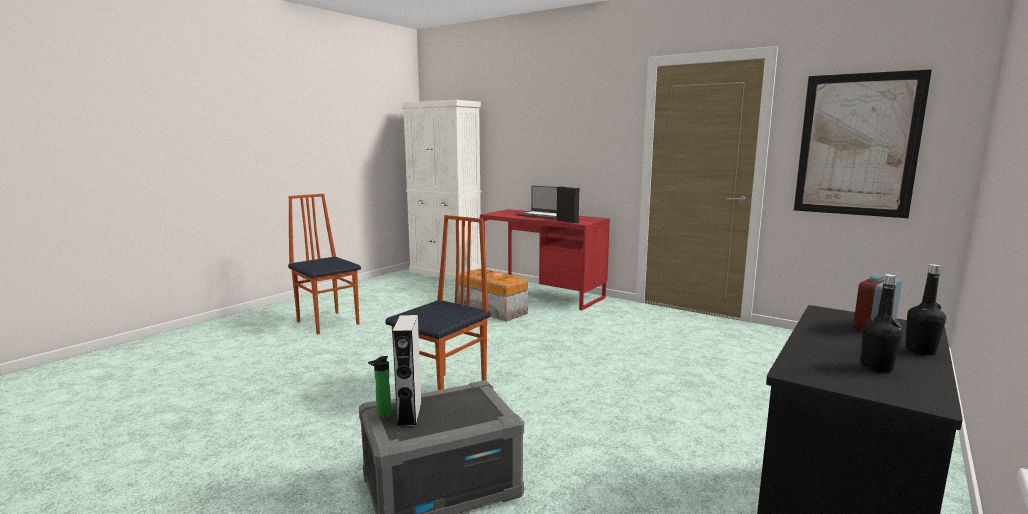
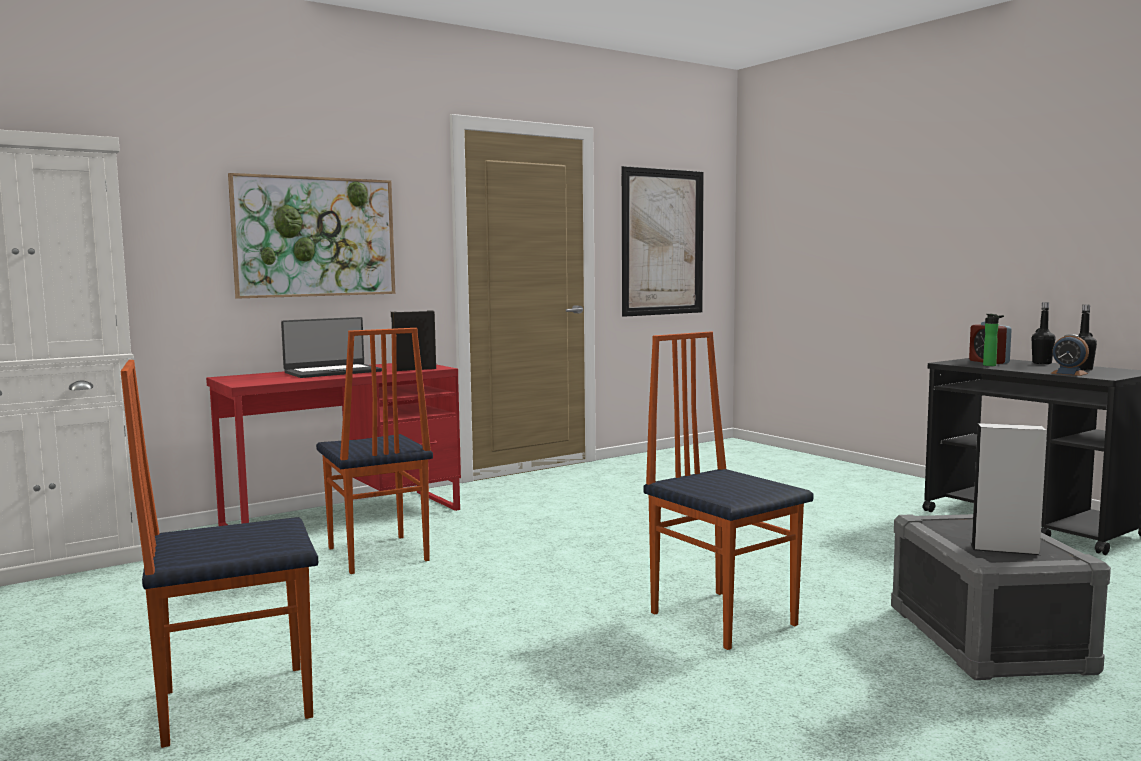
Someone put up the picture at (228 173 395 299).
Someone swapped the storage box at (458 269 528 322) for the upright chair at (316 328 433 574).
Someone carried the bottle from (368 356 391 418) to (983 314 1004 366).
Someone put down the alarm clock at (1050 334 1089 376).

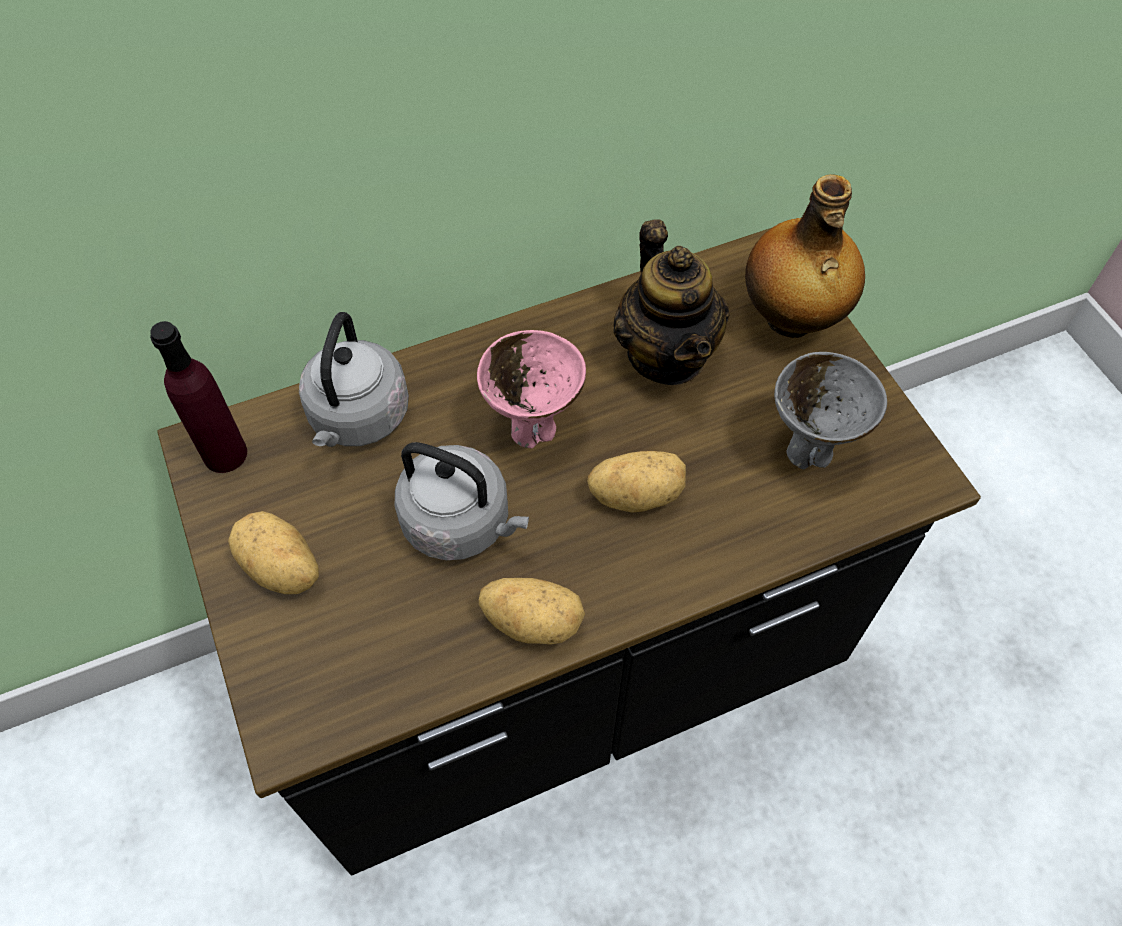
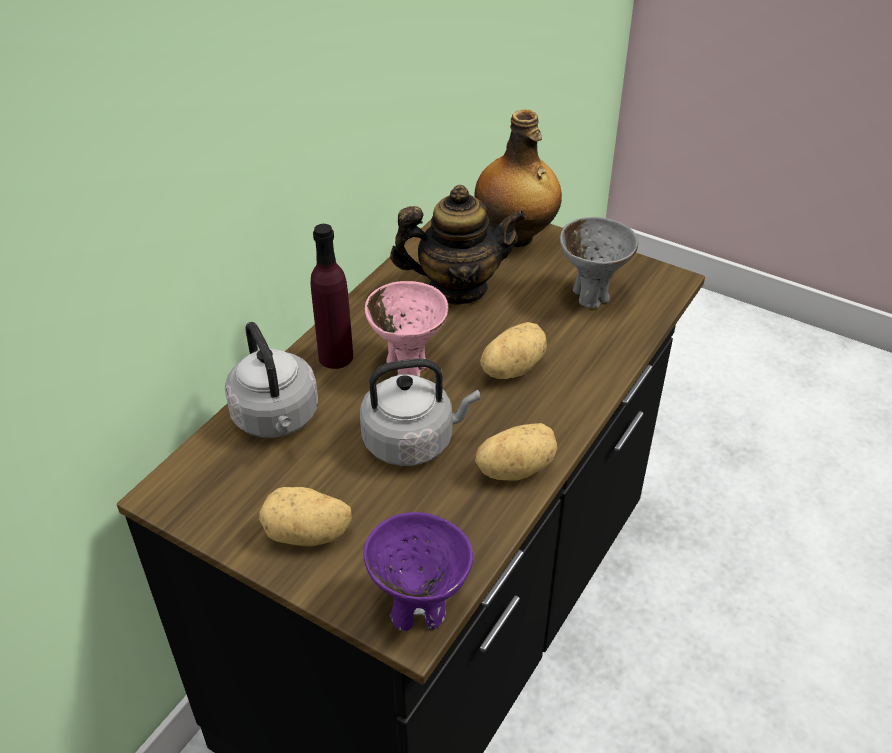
Someone carried the purplish bottle from (150 321 247 473) to (310 224 353 369).
Someone put down the purplish deep dish at (363 512 473 631).
Someone rotated the pot for tea at (613 219 730 385) by 45 degrees counterclockwise.

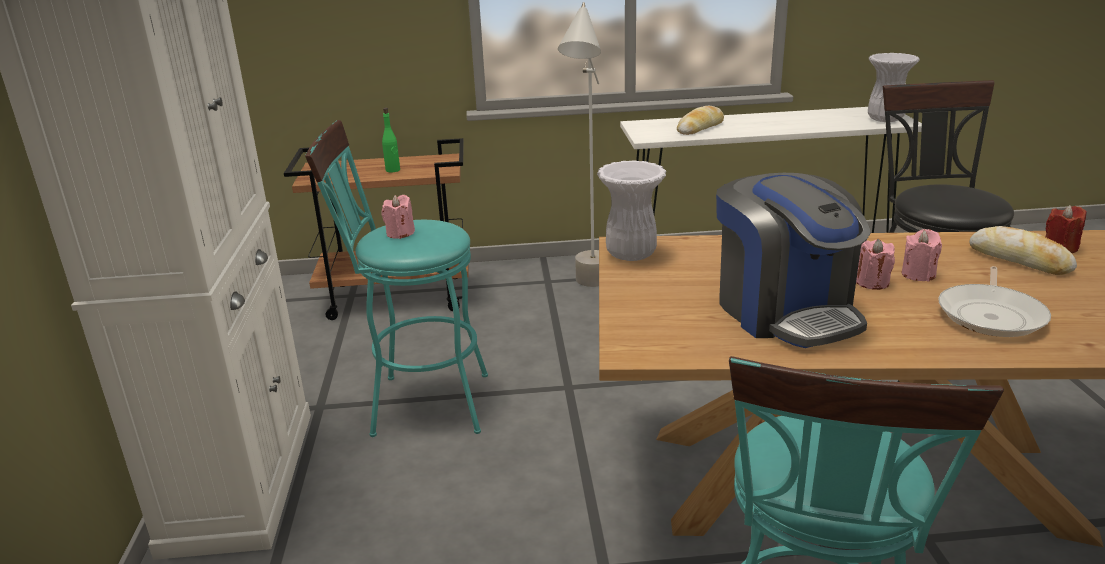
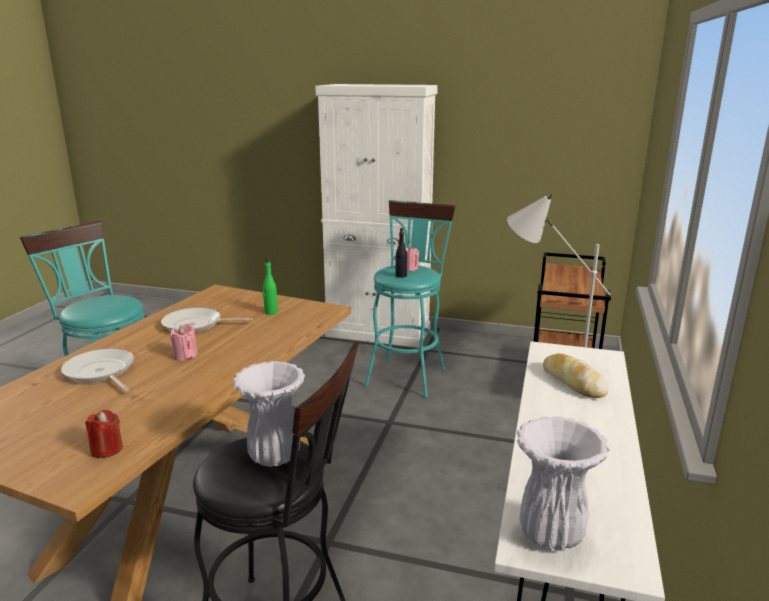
Someone swapped the coffee machine at (716 173 871 348) for the skillet at (161 307 253 333).
Someone carried the white vase from (597 160 666 261) to (232 361 305 467).
Someone carried the green bottle from (382 108 400 173) to (263 257 278 315).
Someone put down the black-coloured bottle at (396 228 407 278).
Someone took away the pink-coloured wax candle at (902 229 942 281).
Someone took away the baked bread at (969 226 1077 275).

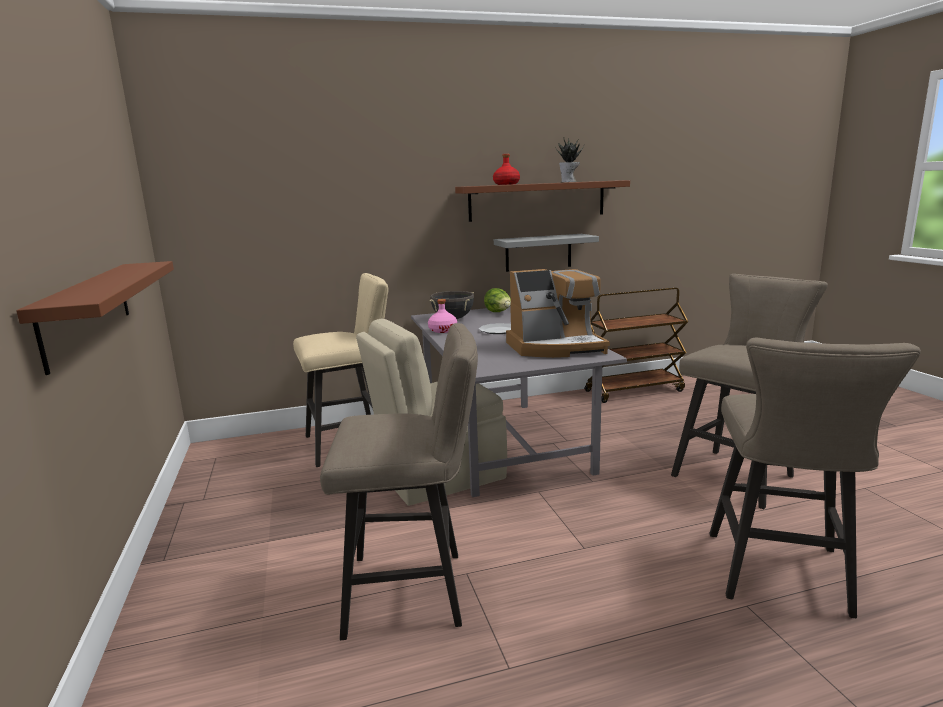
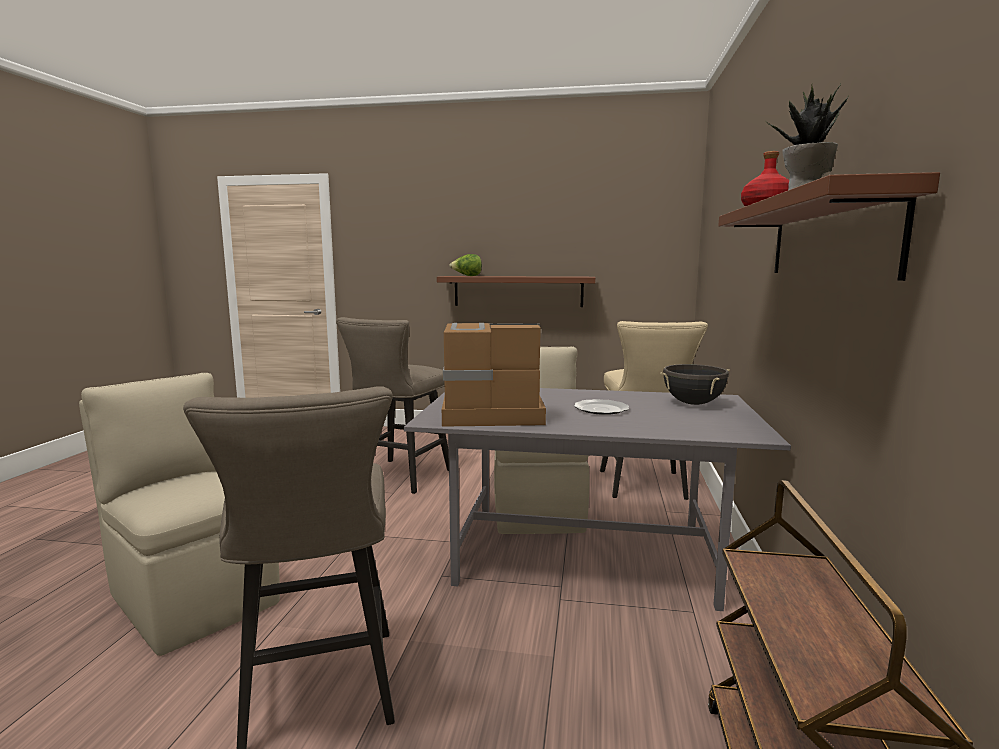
Someone swapped the sand-coloured sitting stool at (710 338 921 618) for the sand-coloured upright chair at (79 373 280 656).
Someone rotated the coffee machine at (506 269 610 358) by 75 degrees clockwise.
Someone carried the lettuce head from (484 288 511 312) to (449 254 482 276).
Someone took away the pink-coloured bottle at (428 299 457 333).
Someone took away the grey shelf at (494 234 599 272).

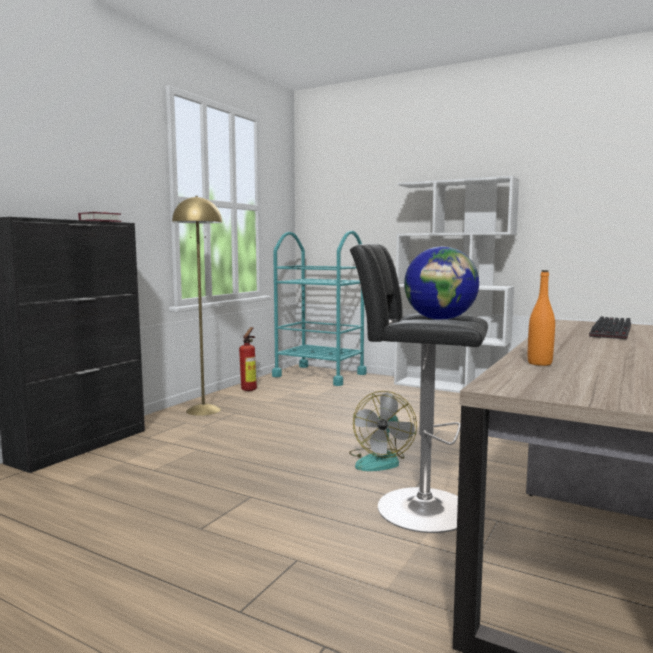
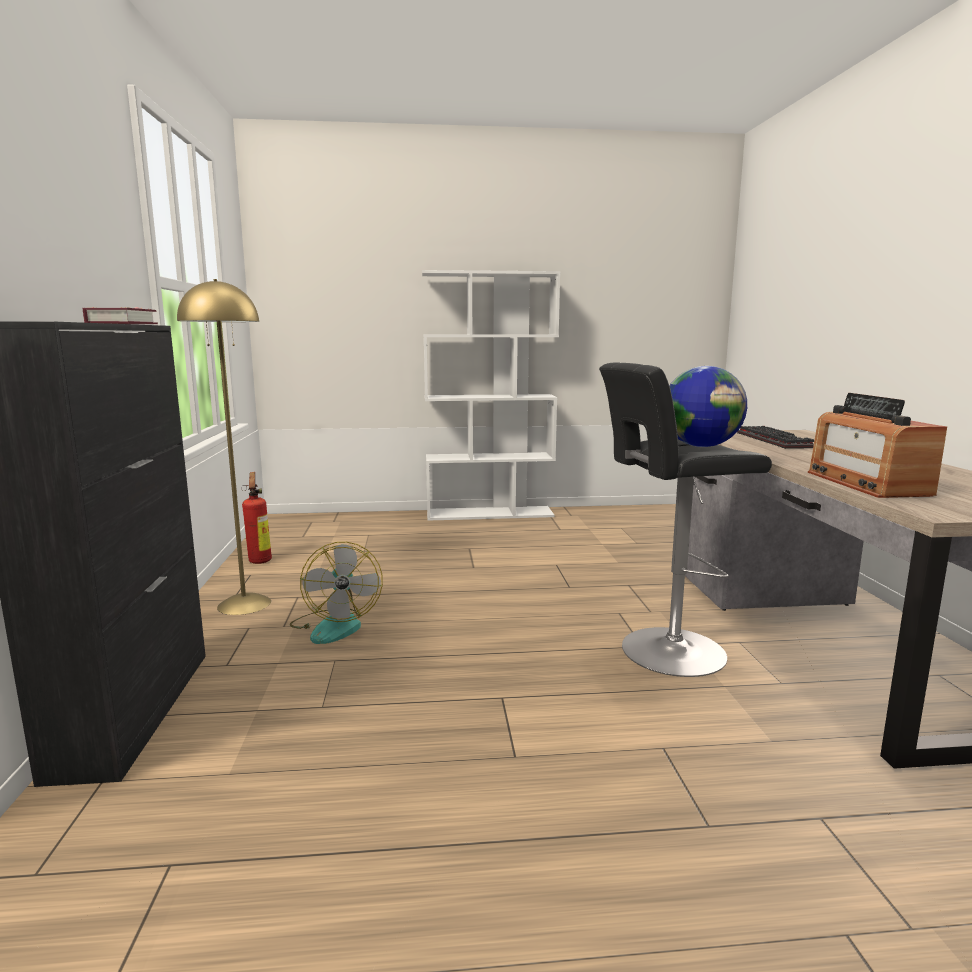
Someone carried the cooling fan from (349 391 417 471) to (290 542 383 644).
Someone swapped the orangey bottle at (528 270 555 366) for the radio set at (808 393 947 498).
Someone took away the blue-green cart at (272 230 367 386).

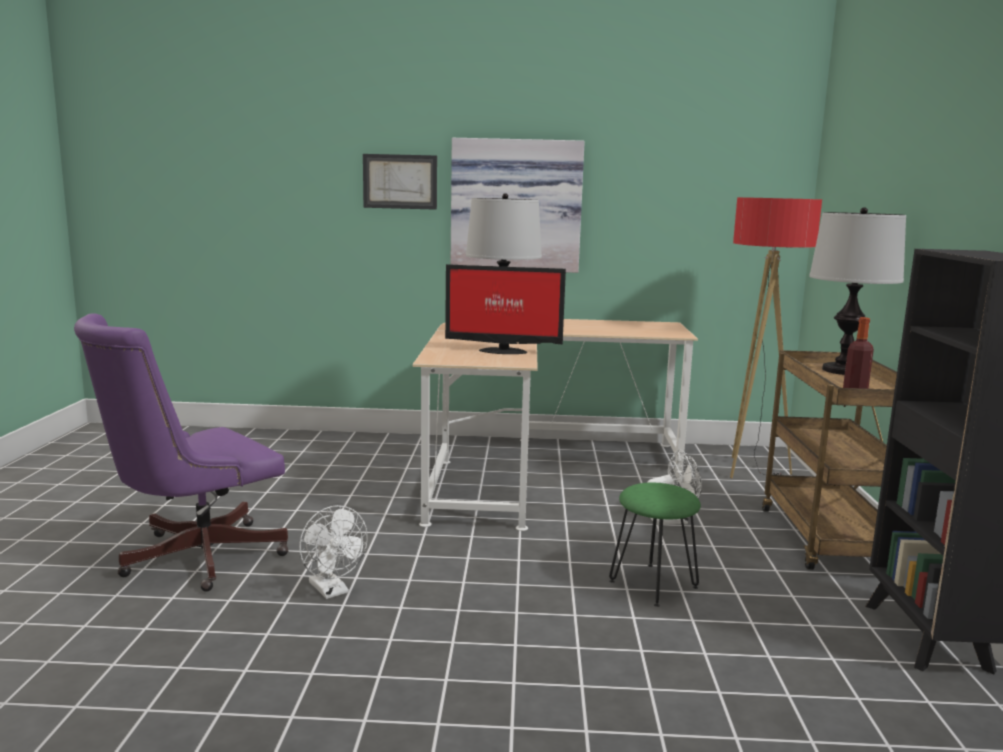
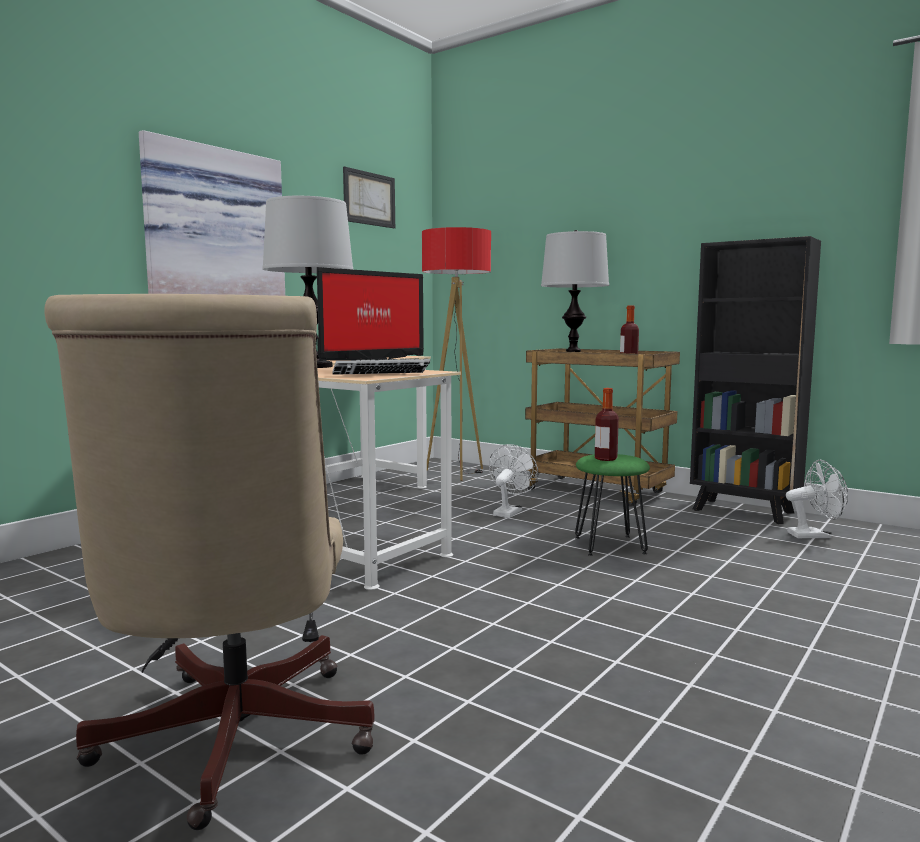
Someone repainted the purplish desk chair at (74 313 288 592), which became the sand-coloured desk chair at (44 294 375 830).
Someone put down the PC keyboard at (332 358 430 375).
Someone carried the picture from (363 154 437 210) to (343 167 395 228).
Someone put down the bottle at (595 388 619 461).
Someone carried the white cooling fan from (299 505 368 599) to (786 459 848 539).

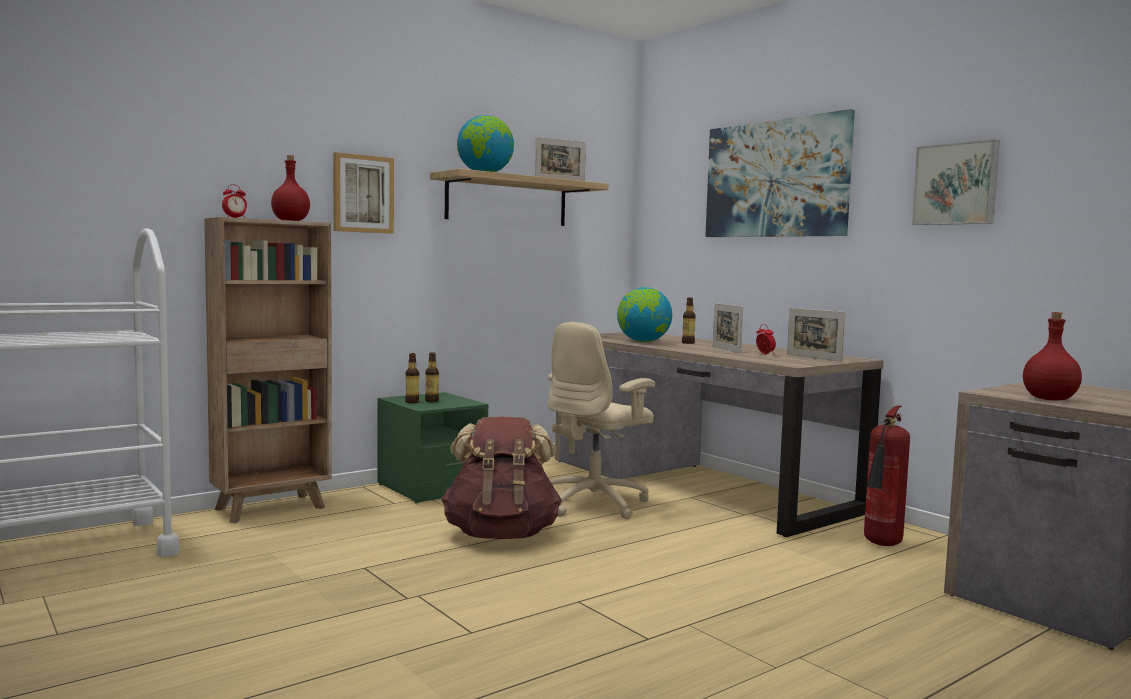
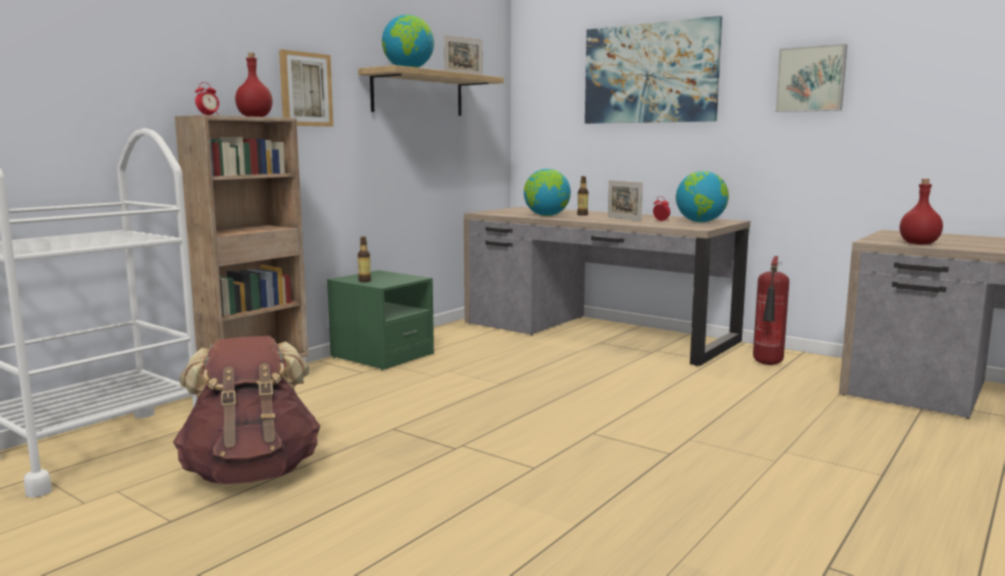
Someone carried the brown-coloured backpack from (441 417 562 539) to (173 336 320 484).
Someone swapped the picture frame at (787 308 846 362) for the world globe at (676 171 729 222).
Someone took away the bottle at (425 352 439 402).
Someone took away the sand-coloured desk chair at (547 322 655 519).

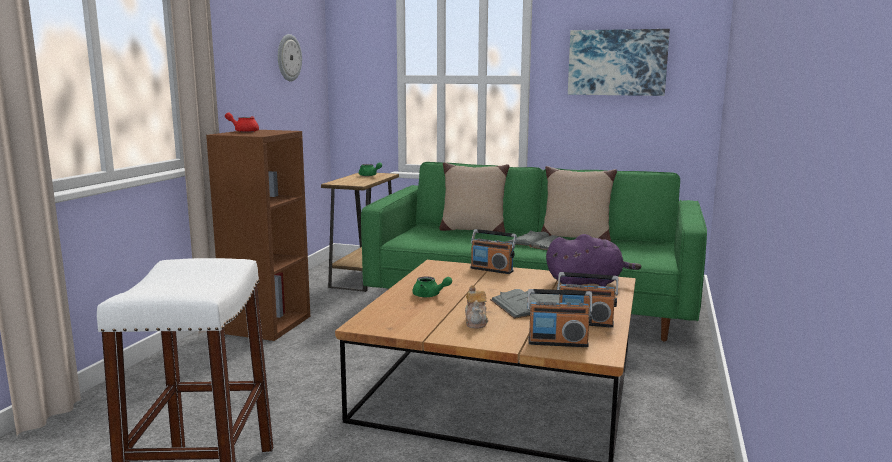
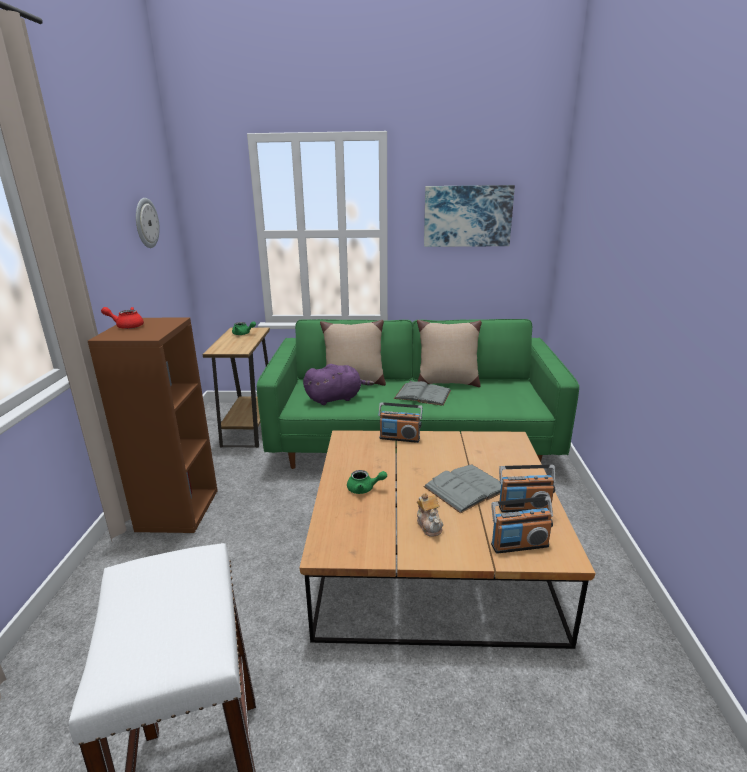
Someone carried the purplish plush toy from (546 234 641 287) to (303 364 374 405).

